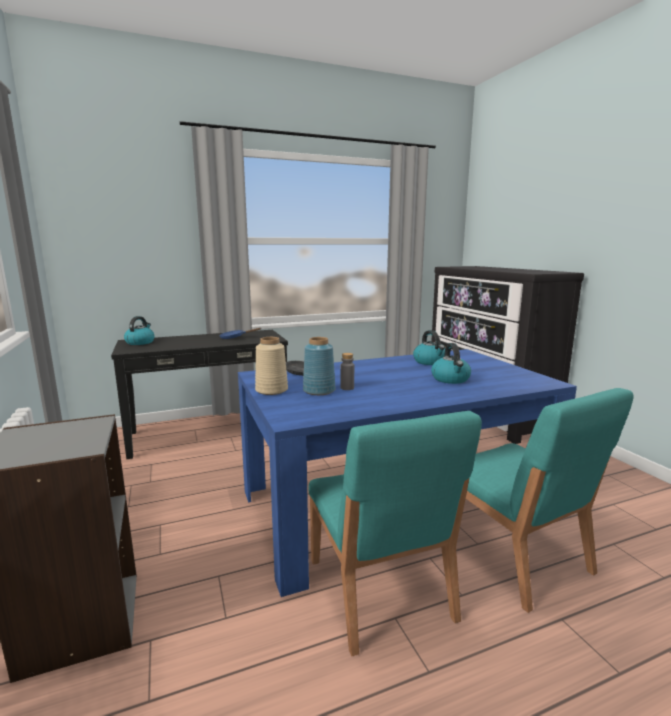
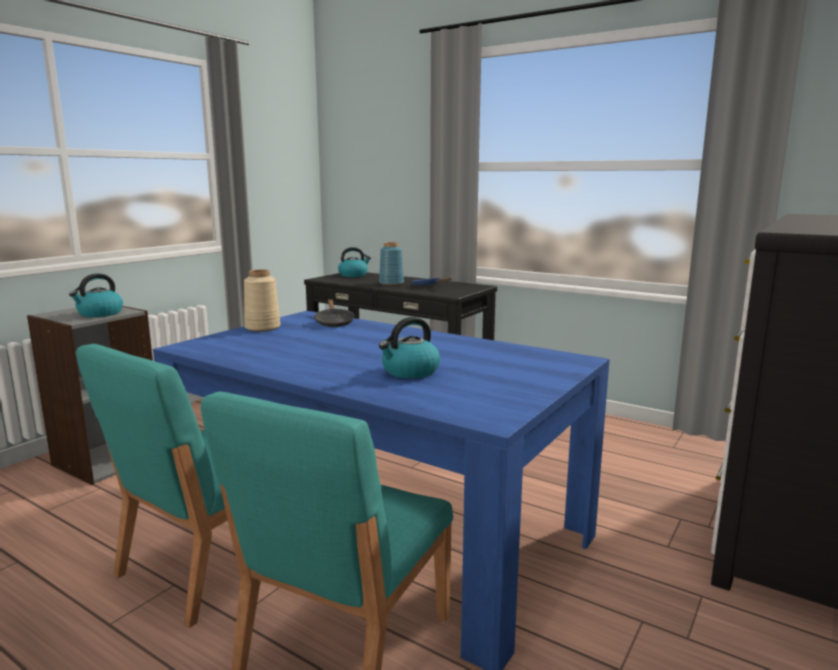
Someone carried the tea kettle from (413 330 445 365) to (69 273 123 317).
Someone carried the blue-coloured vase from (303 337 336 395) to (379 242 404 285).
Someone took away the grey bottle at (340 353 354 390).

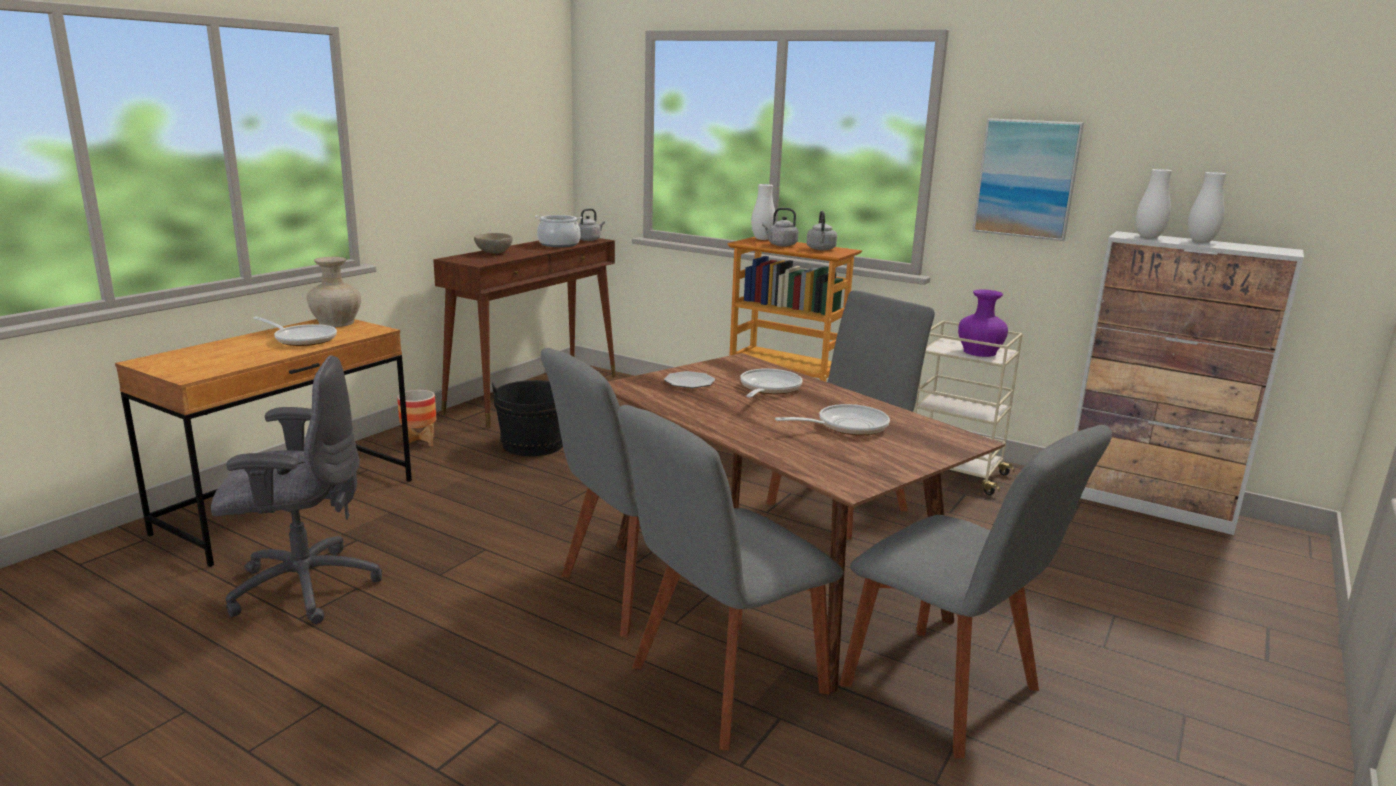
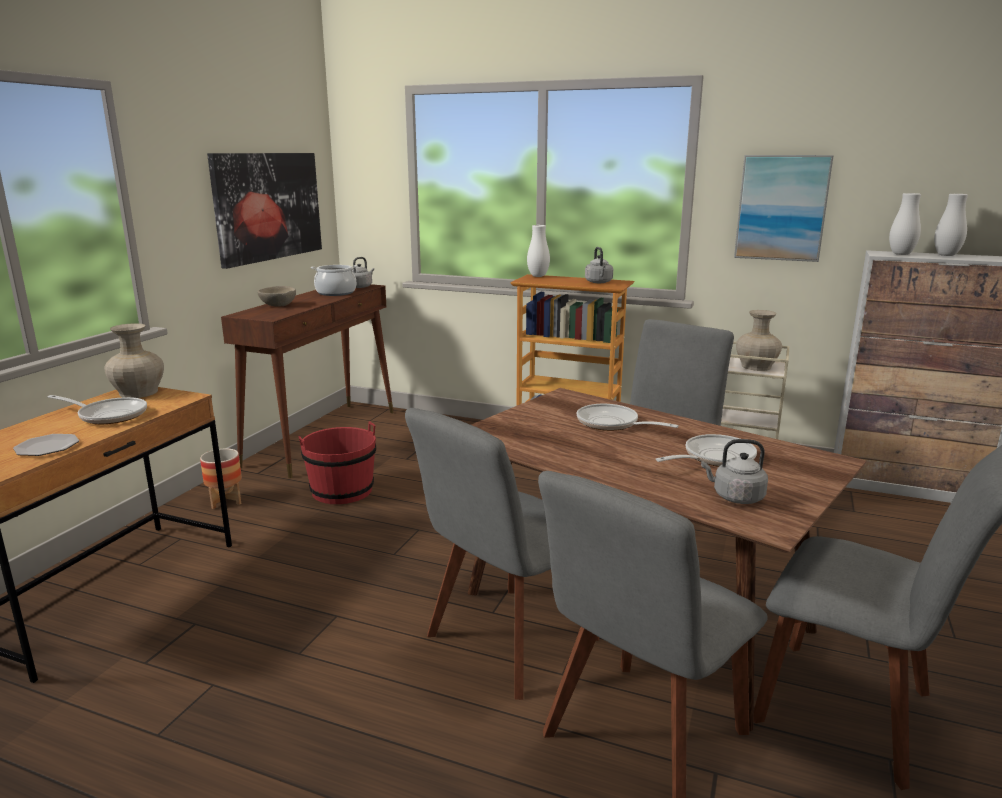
Someone carried the dinner plate from (664 371 715 388) to (13 434 79 456).
Someone put up the picture at (207 153 322 269).
Someone repainted the black-coloured bucket at (492 380 563 456), which became the reddish bucket at (298 421 376 504).
Someone rotated the skillet at (740 369 803 398) by 60 degrees counterclockwise.
Someone carried the grey tea kettle from (762 208 799 247) to (701 439 768 504).
Someone repainted the purplish vase at (958 290 1008 357), which became the sand-coloured vase at (736 310 782 371).
Someone took away the grey desk chair at (211 355 382 624).

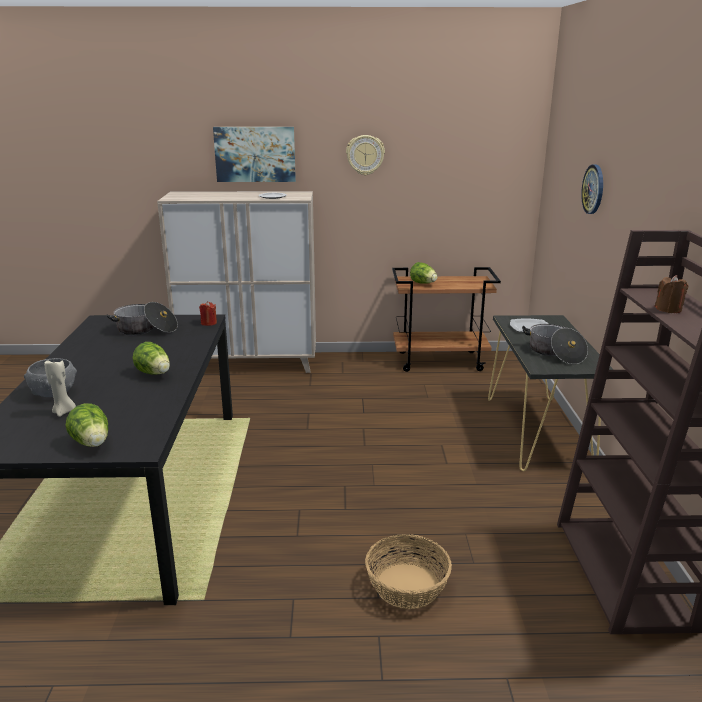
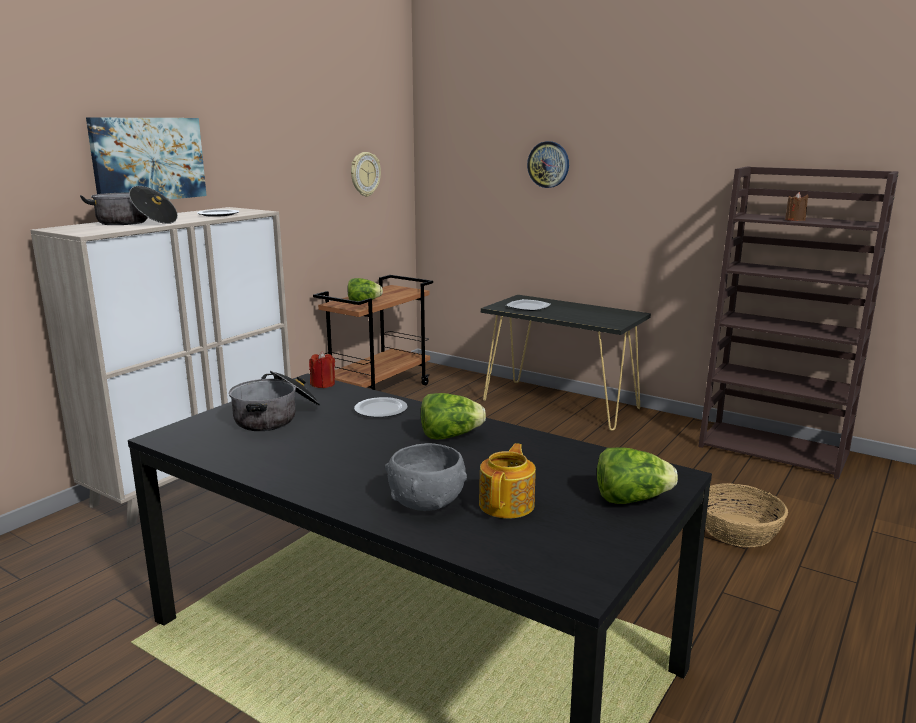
Someone carried the stockpot from (522 324 588 364) to (80 186 178 225).
Someone carried the clock on the wall from (346 135 385 175) to (351 152 381 197).
Someone put down the dinner plate at (354 397 408 417).
Someone swapped the sand-coloured wax candle at (44 359 76 417) for the pot for tea at (479 443 536 519).

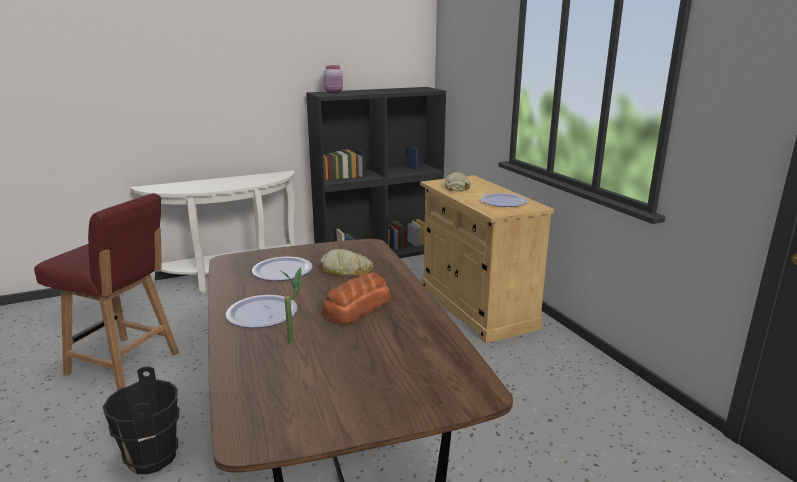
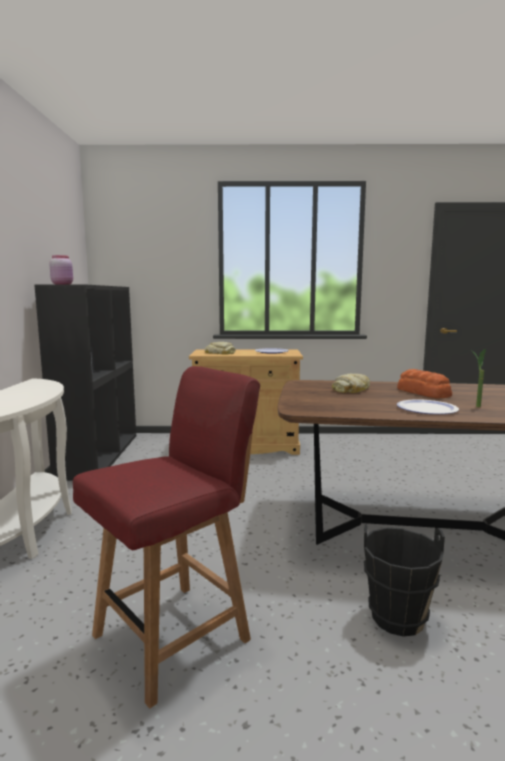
Someone took away the dinner plate at (252 257 313 281).

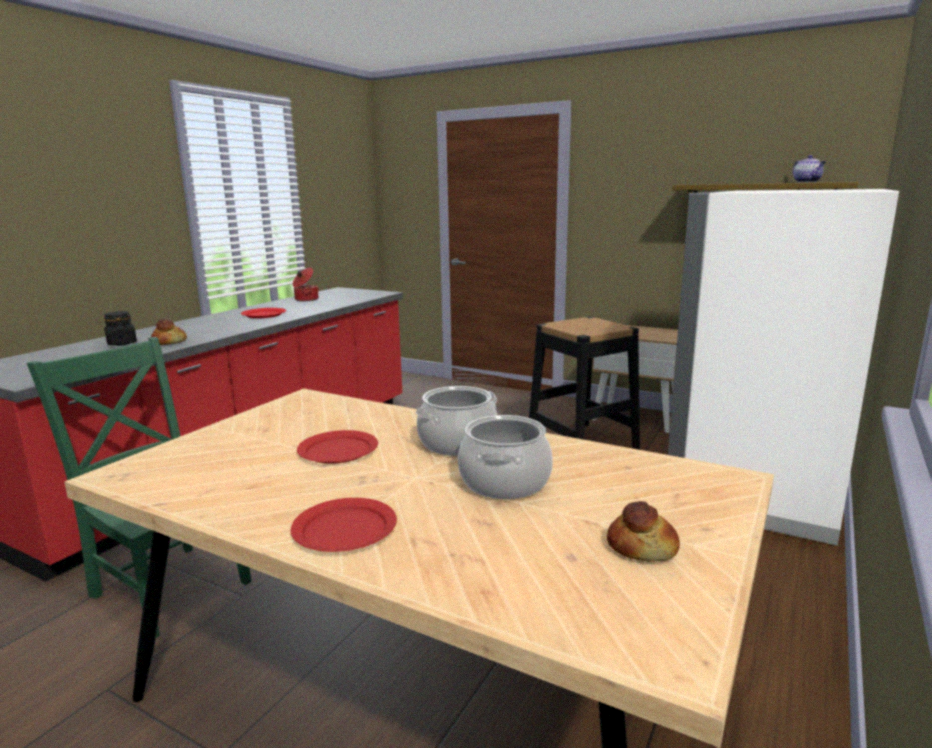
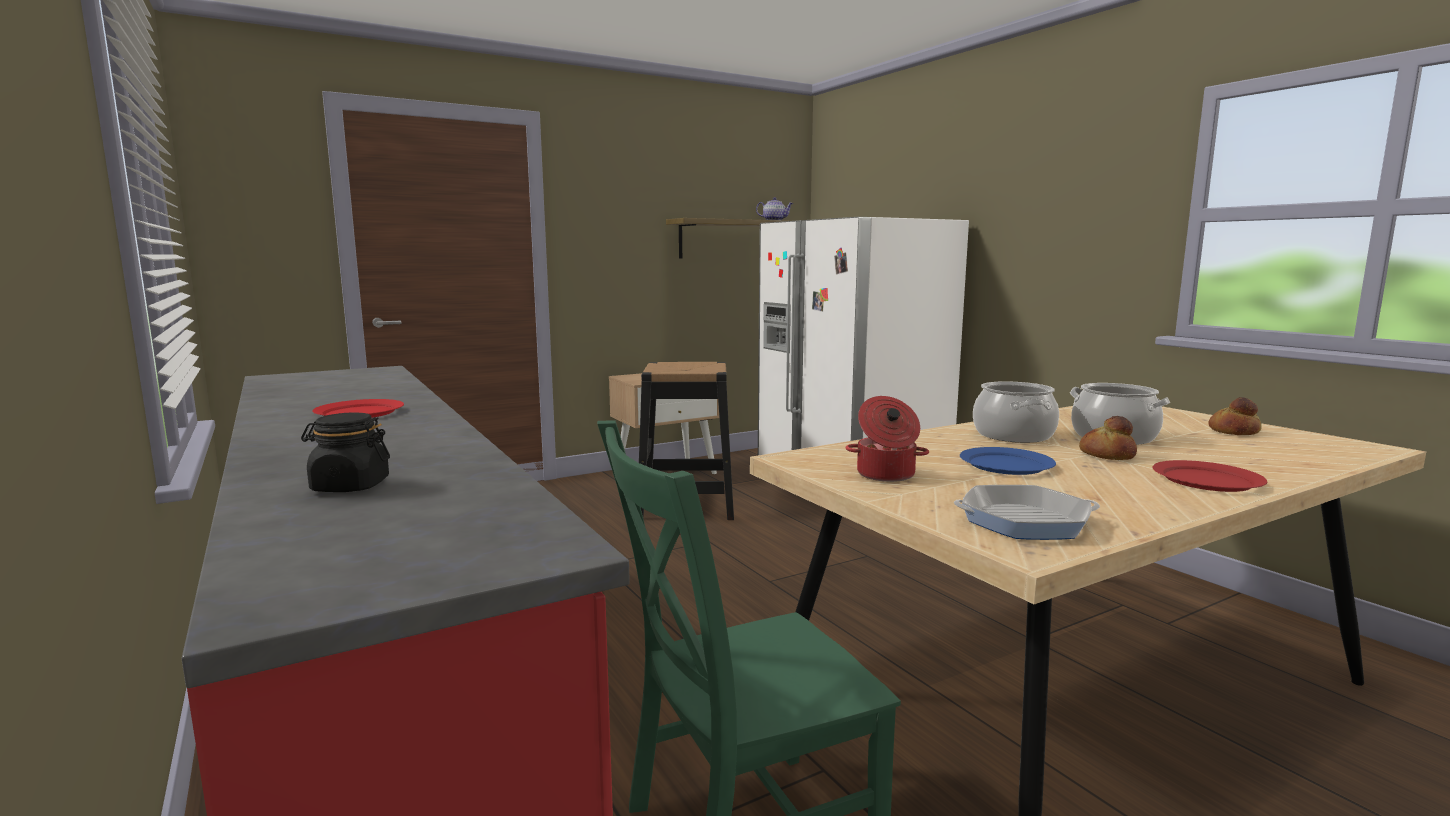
Someone carried the stockpot from (293 268 319 302) to (845 396 929 482).
Someone put down the skillet at (954 485 1100 540).
Someone repainted the reddish dinner plate at (297 430 378 464), which became the blue-coloured dinner plate at (960 447 1056 475).
Someone carried the baked bread from (151 319 187 345) to (1079 416 1137 460).

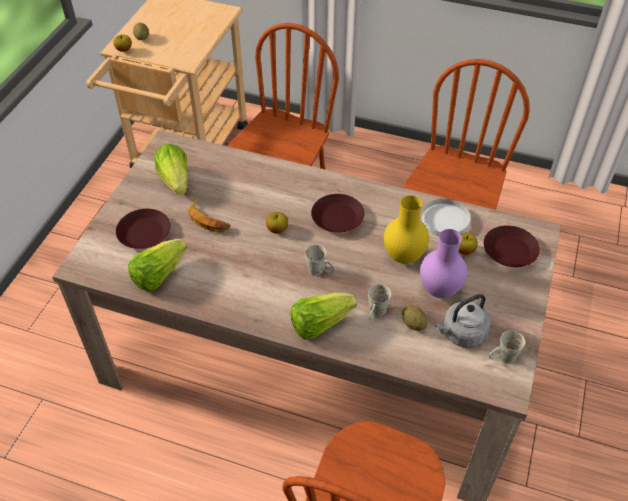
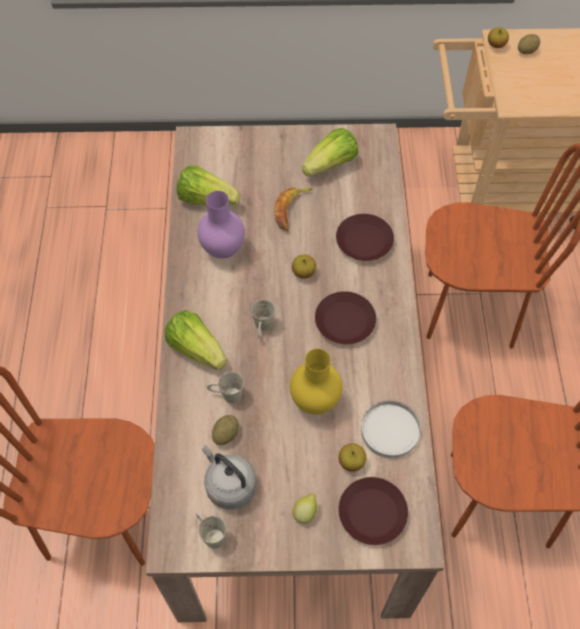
Someone carried the purplish vase from (420 229 467 298) to (197 191 245 259).
Someone put down the whole lemon at (293 494 317 524).
Someone carried the brown-coloured dinner plate from (116 209 170 249) to (336 214 394 261).

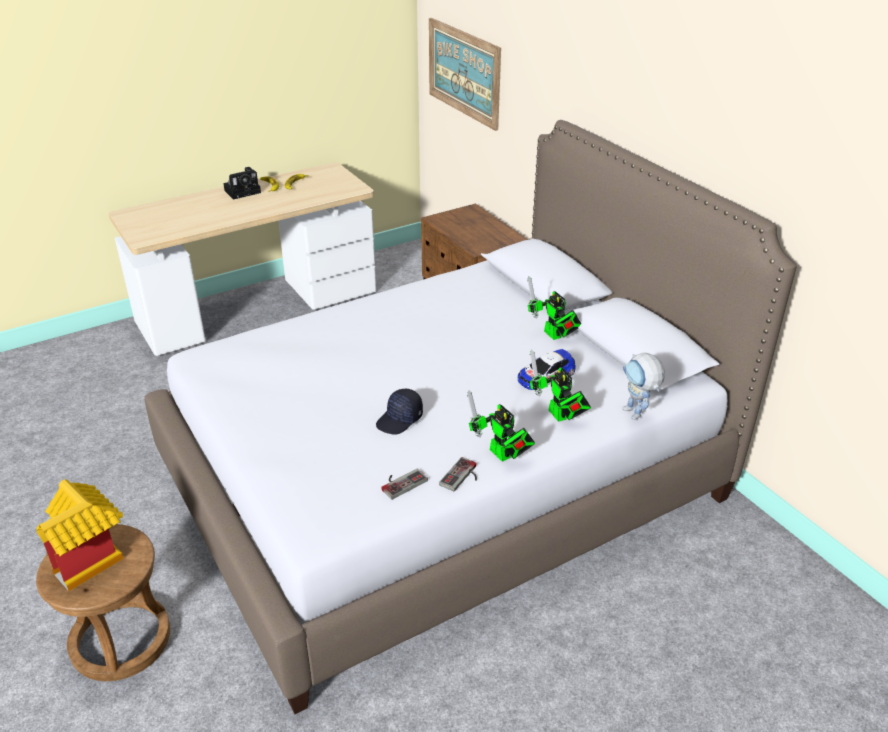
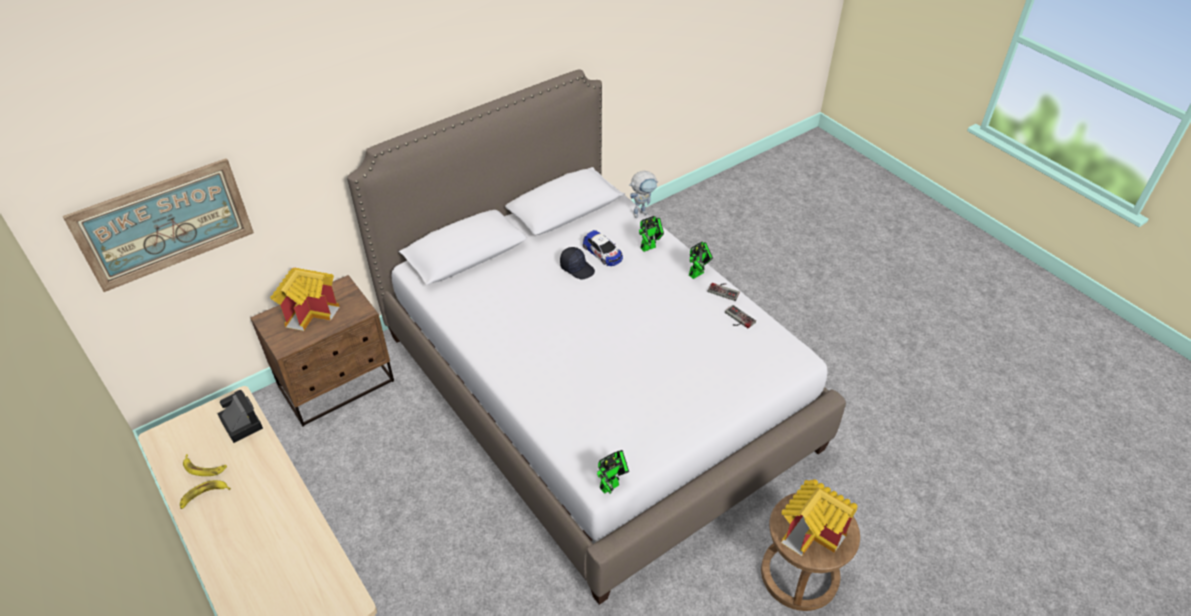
Someone carried the photo camera from (224 167 261 200) to (217 389 263 443).
Someone put down the miniature house at (270 268 339 331).
Someone carried the black-coloured peaked cap from (376 389 423 435) to (560 247 595 279).
Someone carried the toy robot from (528 276 581 340) to (597 450 629 494).

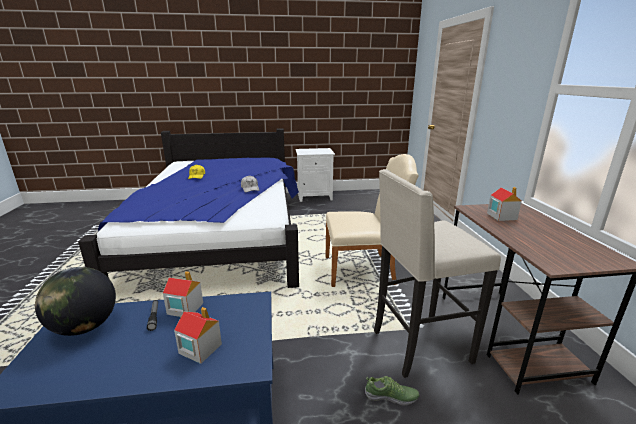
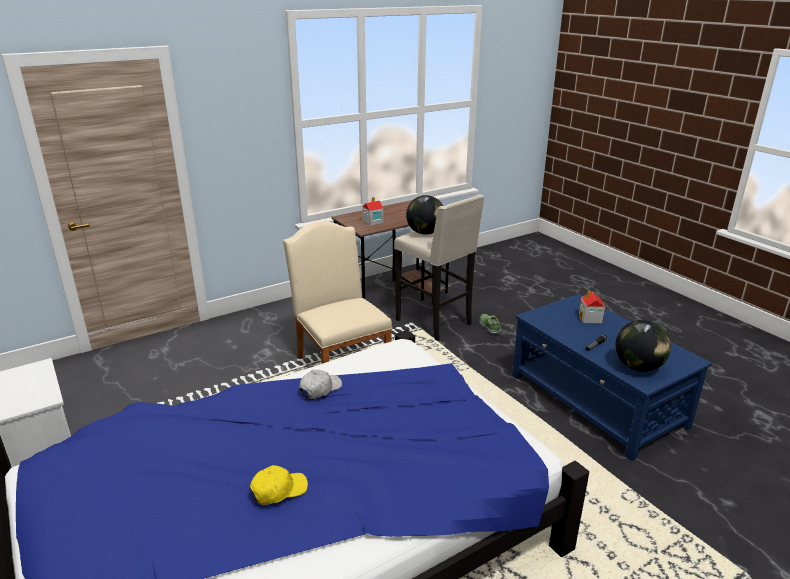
Someone put down the world globe at (406 195 443 235).
Someone took away the miniature house at (163 271 203 317).

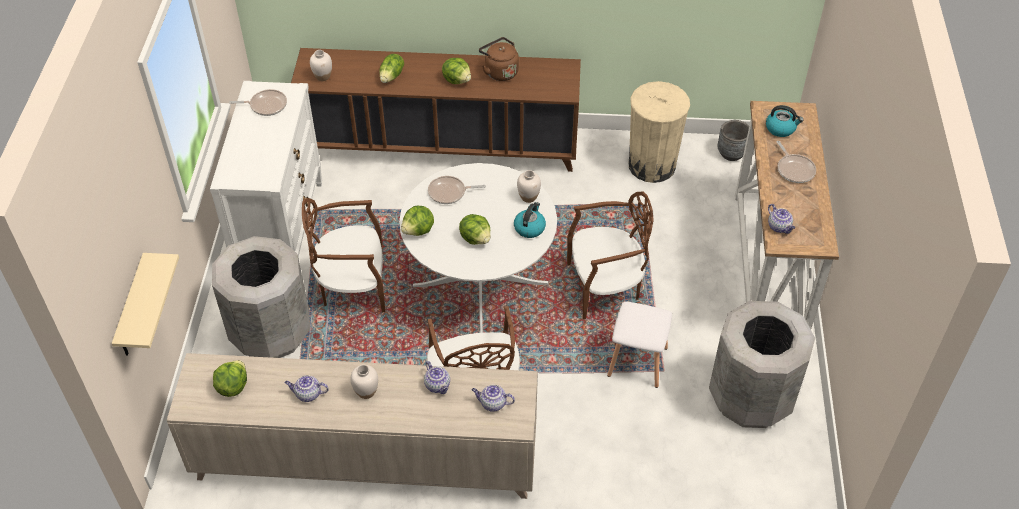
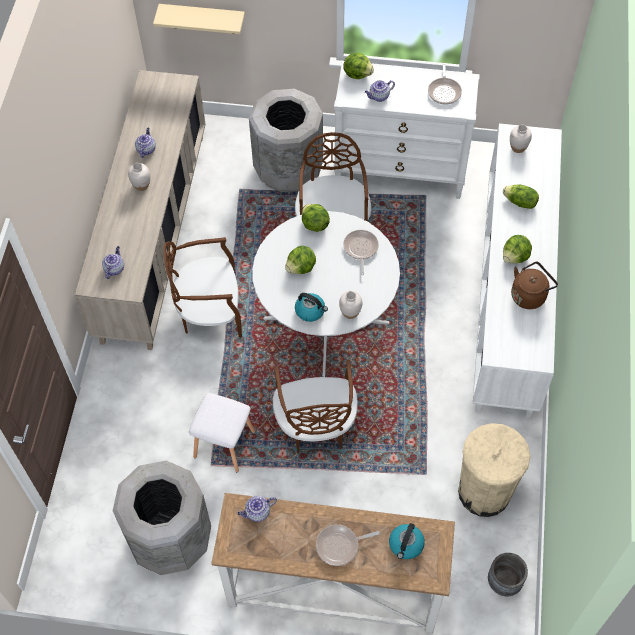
Someone carried the lettuce head from (213 360 247 397) to (343 53 374 79).
Someone carried the pot for tea from (424 361 450 394) to (365 80 395 102).
Someone repainted the brown-coloured storage cabinet at (291 48 581 172), which became the white storage cabinet at (473 123 562 418).

